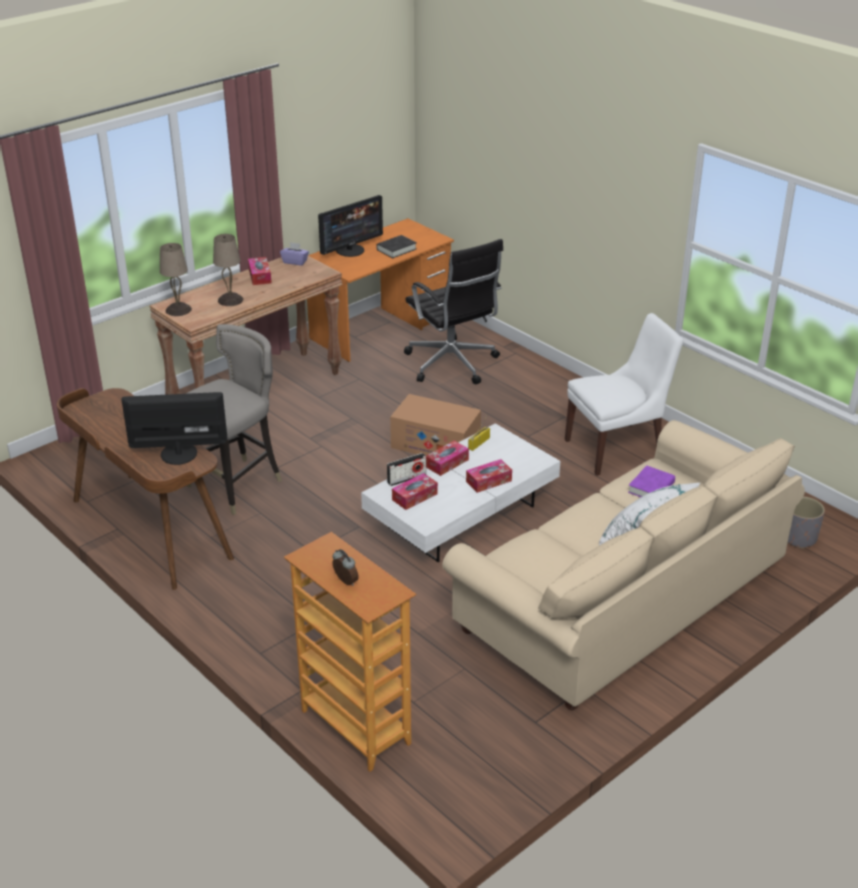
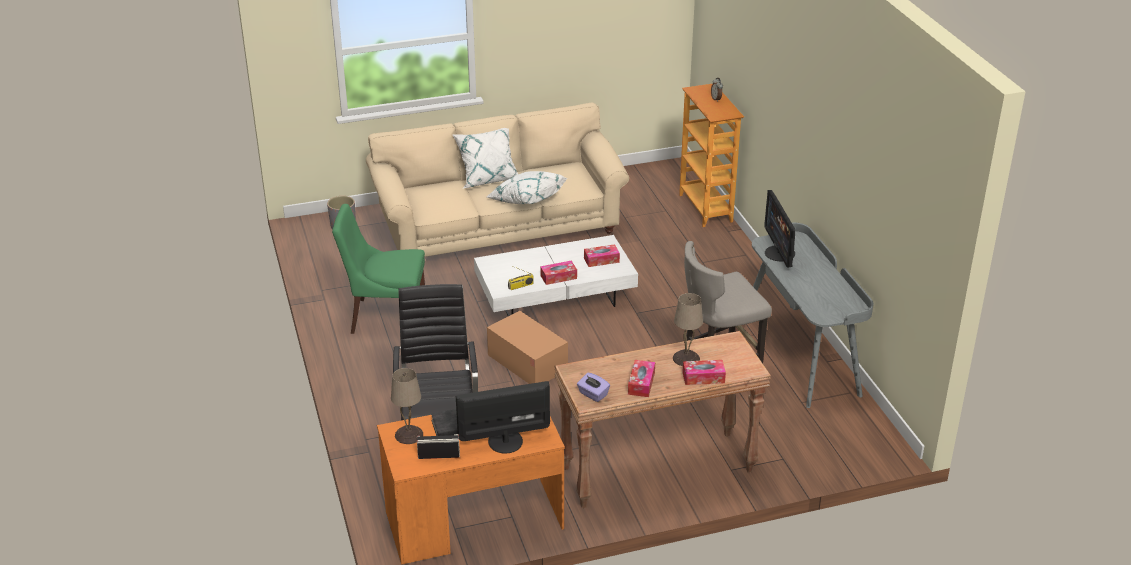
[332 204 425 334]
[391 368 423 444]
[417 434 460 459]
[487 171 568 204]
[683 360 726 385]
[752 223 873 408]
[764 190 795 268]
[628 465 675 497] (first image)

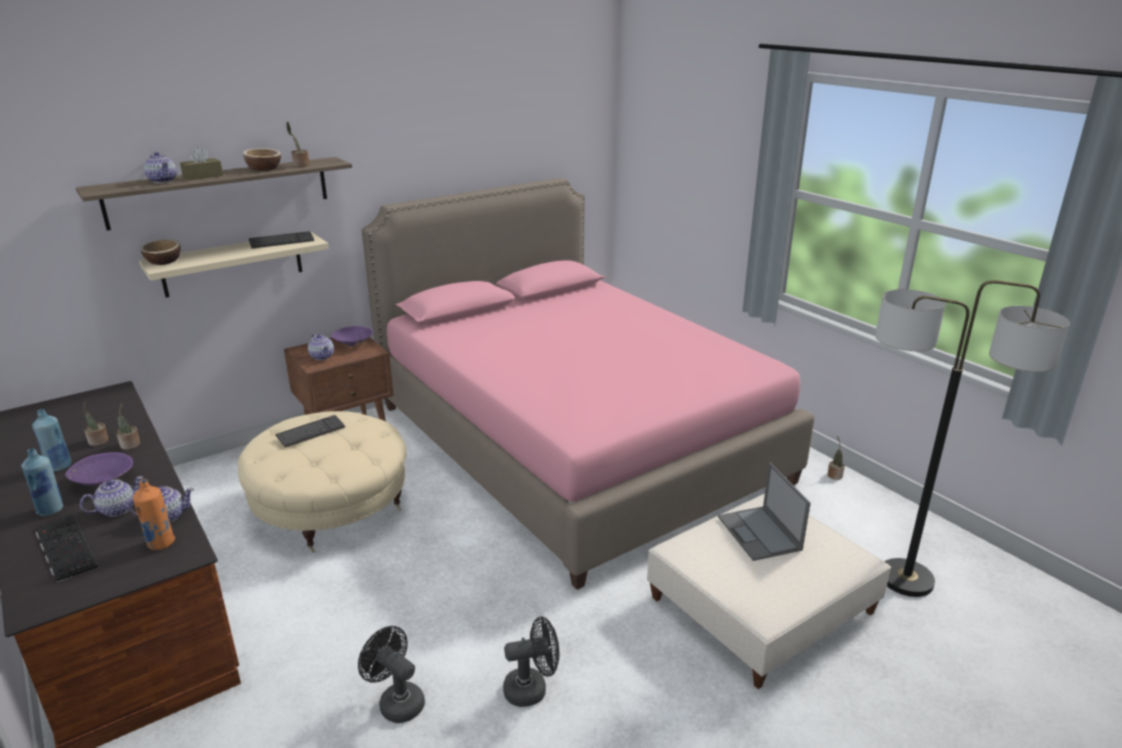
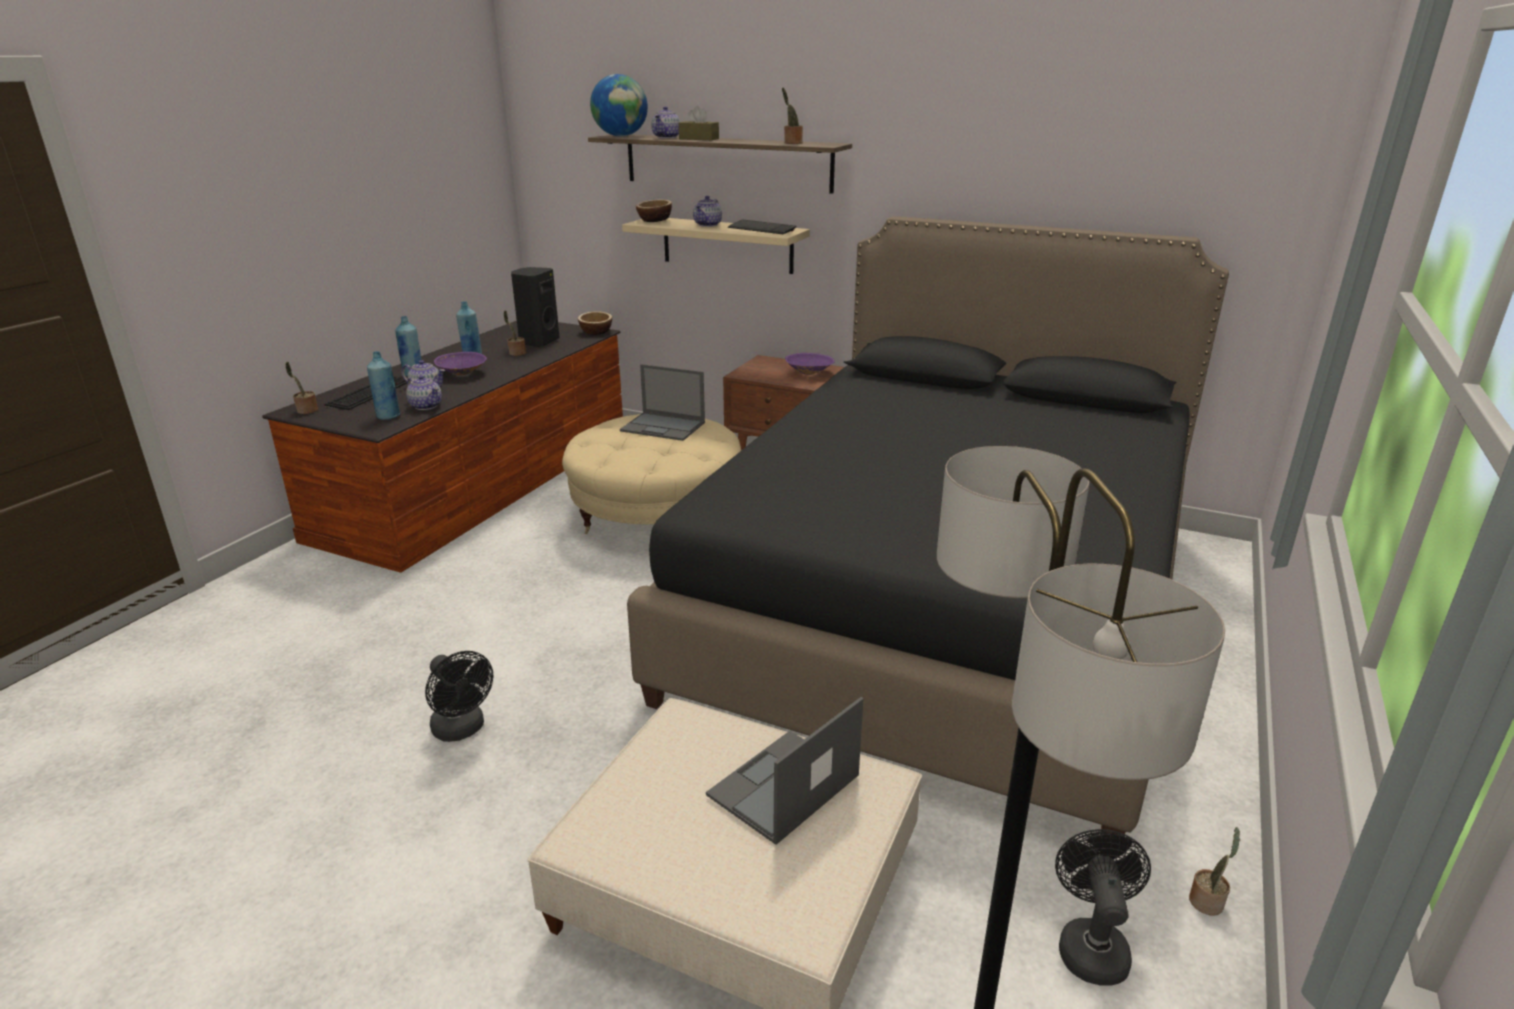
[285 362 318 414]
[367 351 400 420]
[511 267 560 347]
[578 311 612 335]
[590 74 648 136]
[620 364 705 441]
[627 216 1229 834]
[693 196 722 227]
[1055 829 1151 986]

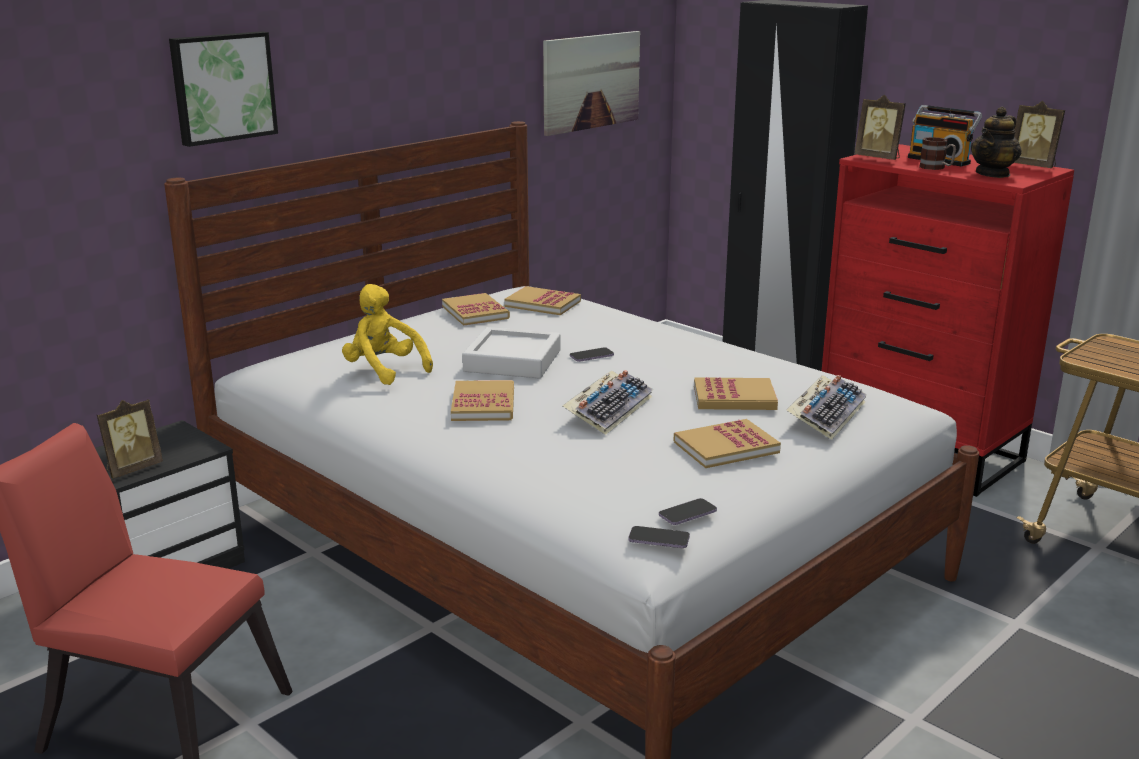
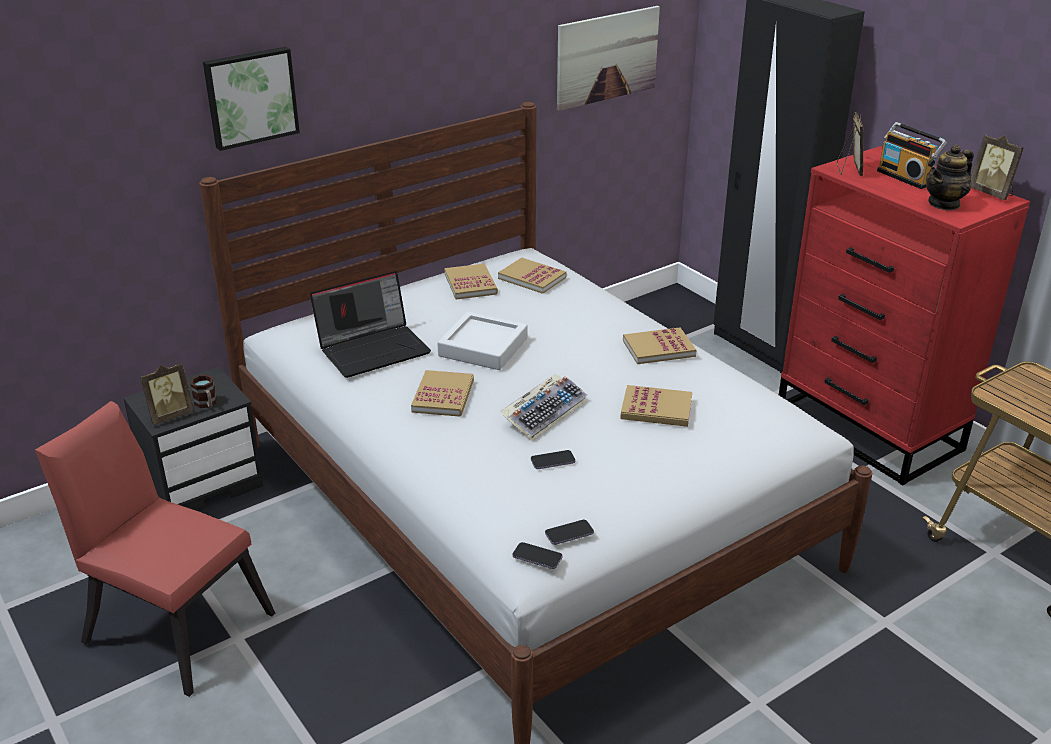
[190 375 217 408]
[310 271 431 378]
[531 450 576 469]
[623 327 696 364]
[837 112 863 176]
[786 375 867 440] (first image)

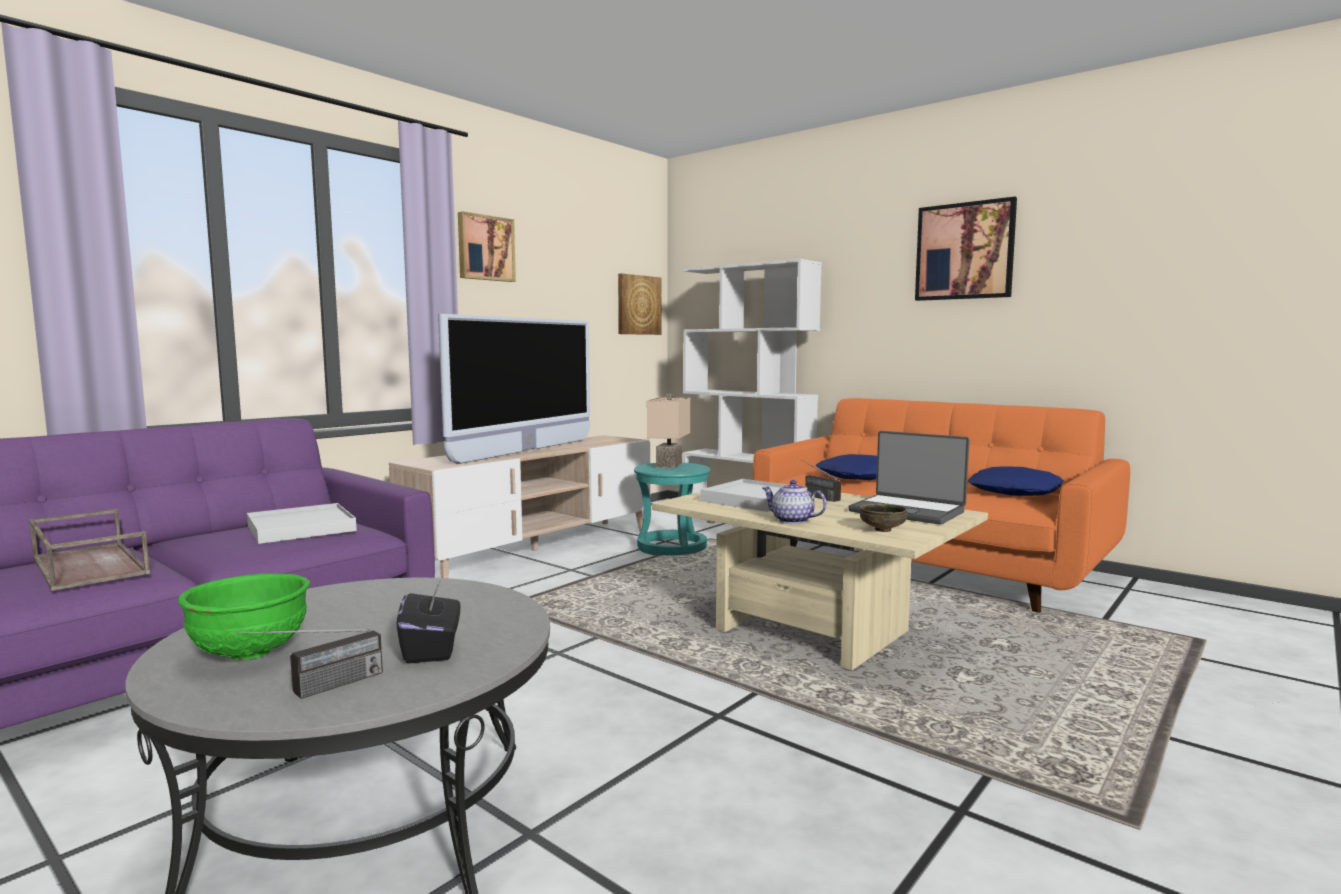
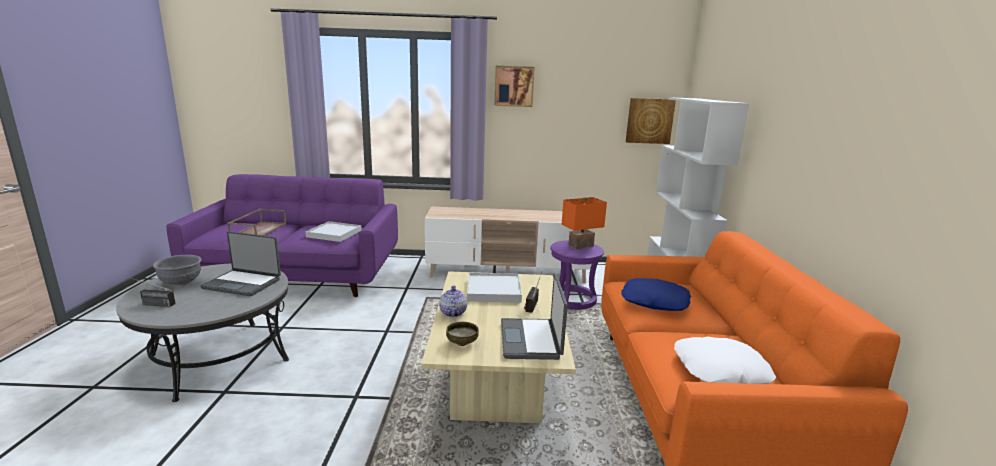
[153 255 202 286]
[200 231 281 296]
[550 240 604 310]
[562 197 607 249]
[674 337 776 384]
[397 580 460 664] (first image)
[438 314 590 464] (first image)
[915 197 1017 301] (first image)

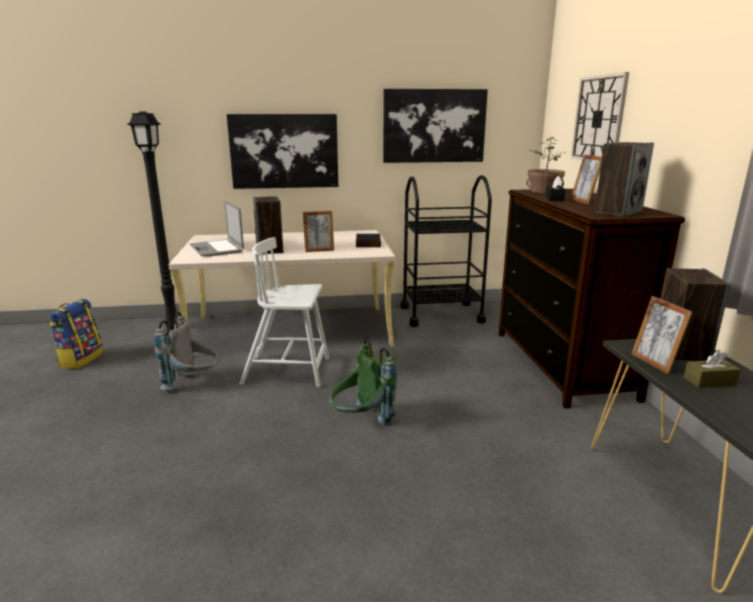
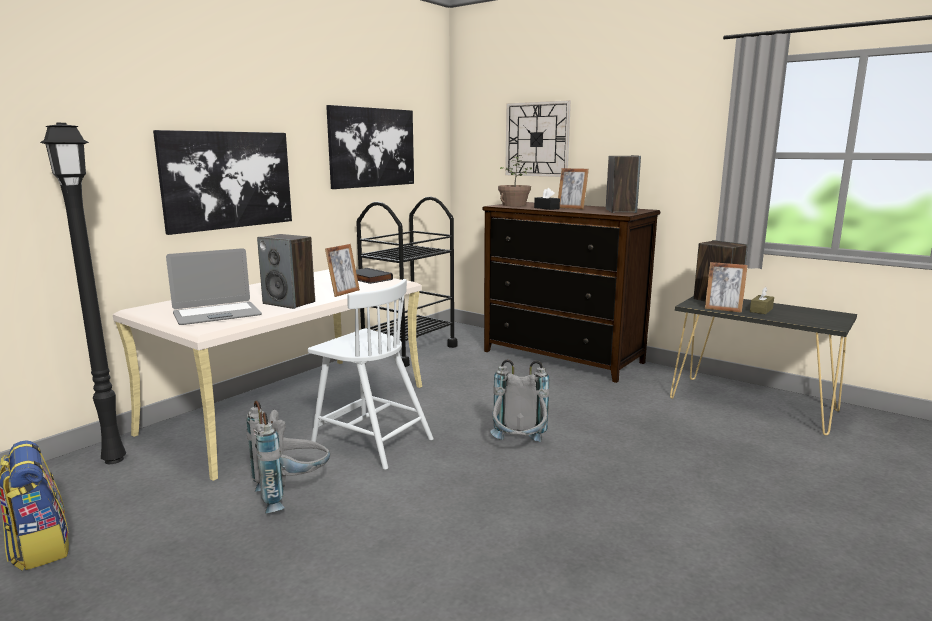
[166 248 262 325]
[308 279 434 470]
[490 359 549 442]

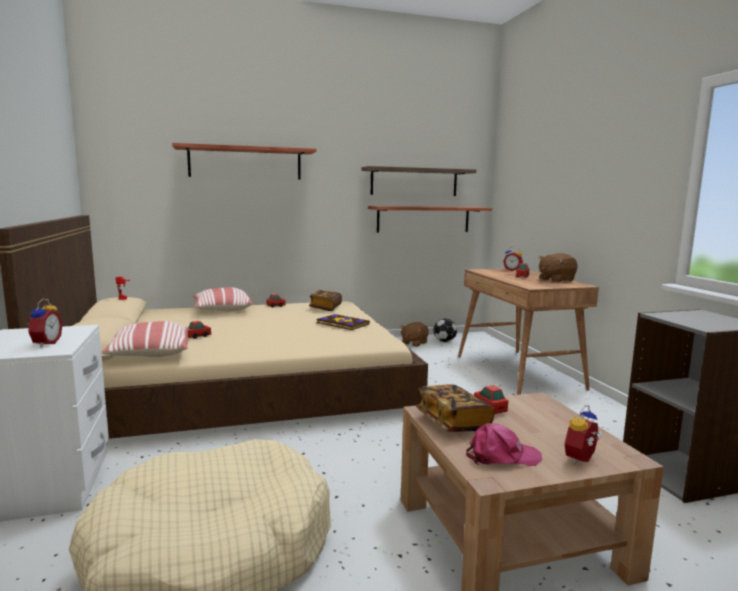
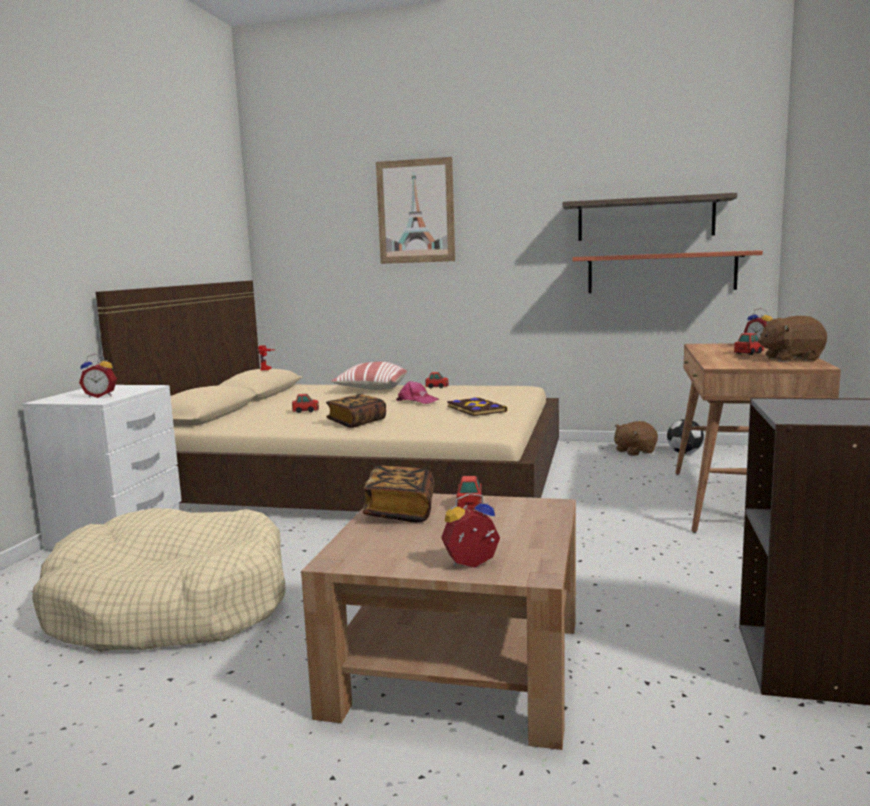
[79 354 117 398]
[326 394 386 428]
[376 157 455 264]
[396 381 439 404]
[101 321 188 357] (first image)

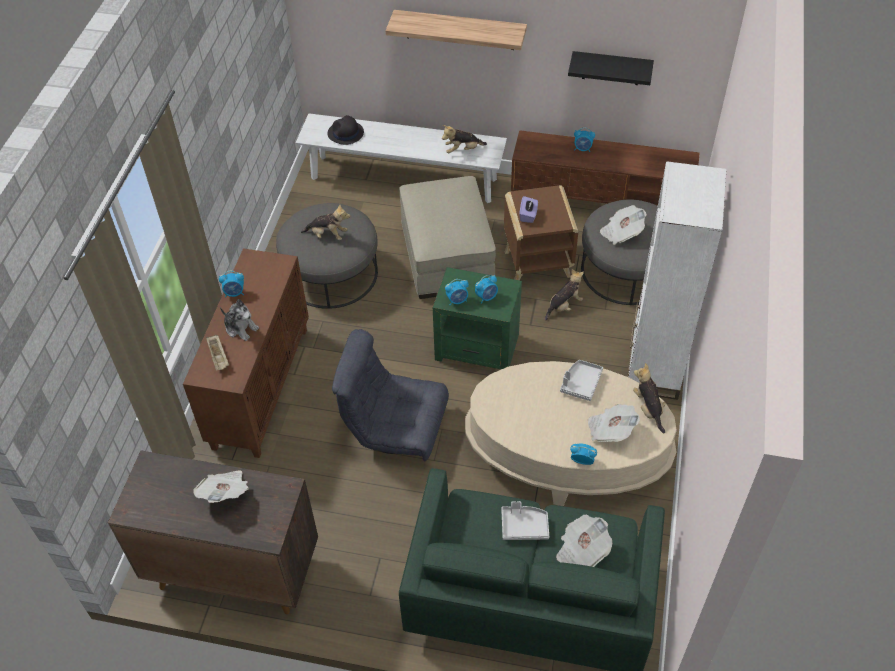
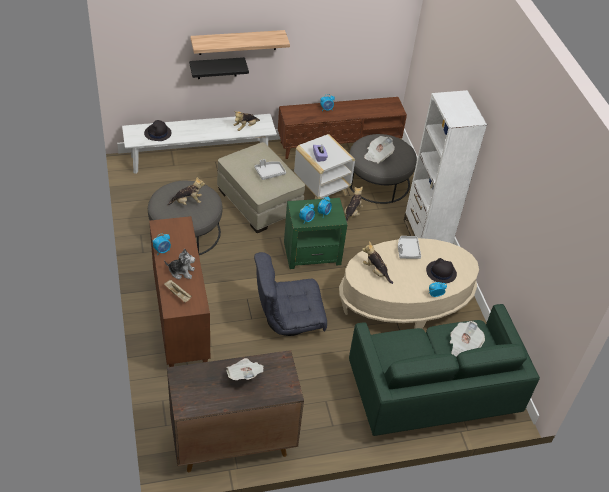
[189 57 249 79]
[255 159 286 180]
[294 134 355 199]
[362 241 393 284]
[426 258 457 283]

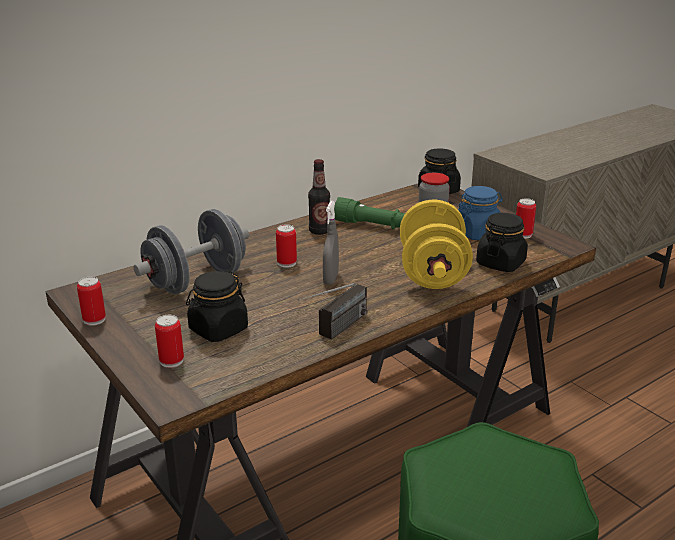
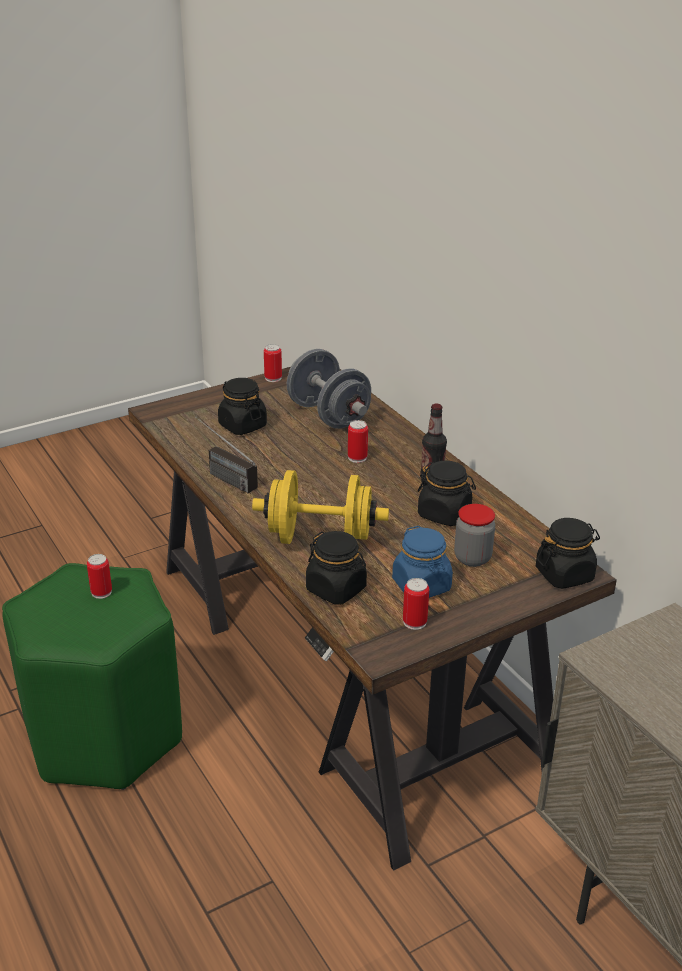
[87 554 112 599]
[418 460 476 526]
[323 201 339 285] (first image)

